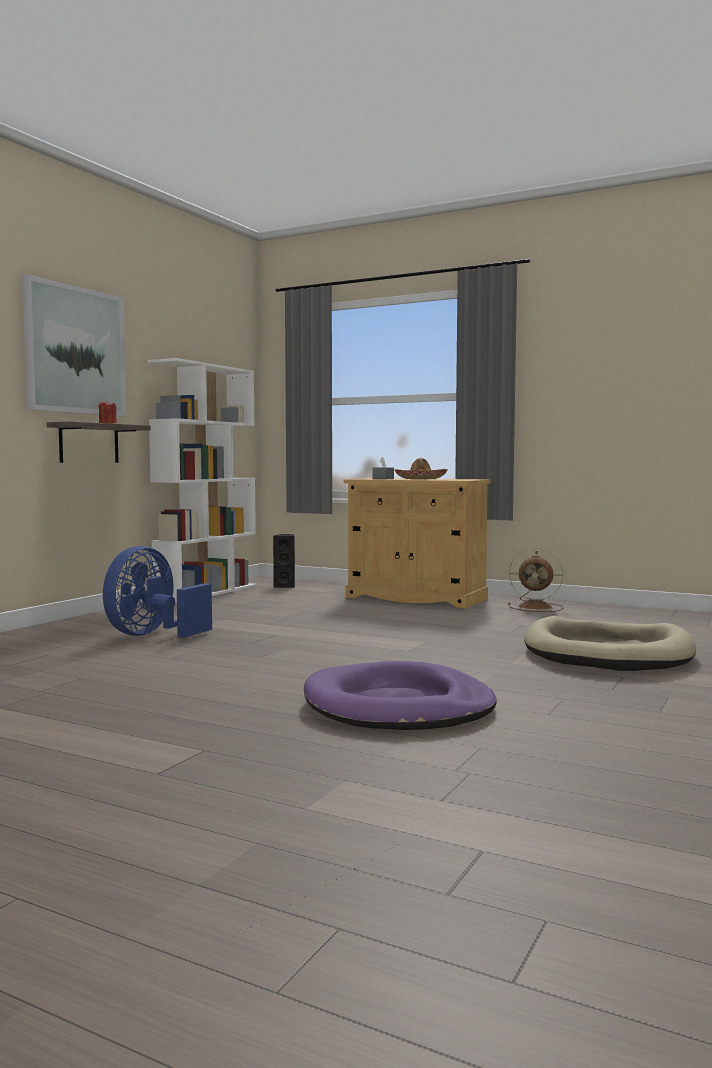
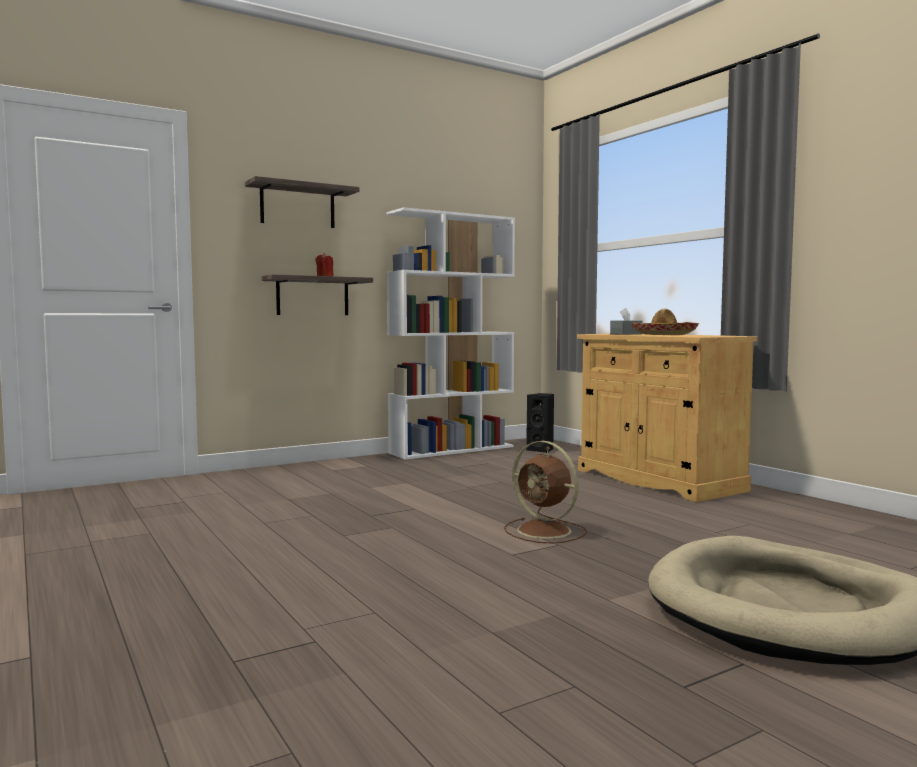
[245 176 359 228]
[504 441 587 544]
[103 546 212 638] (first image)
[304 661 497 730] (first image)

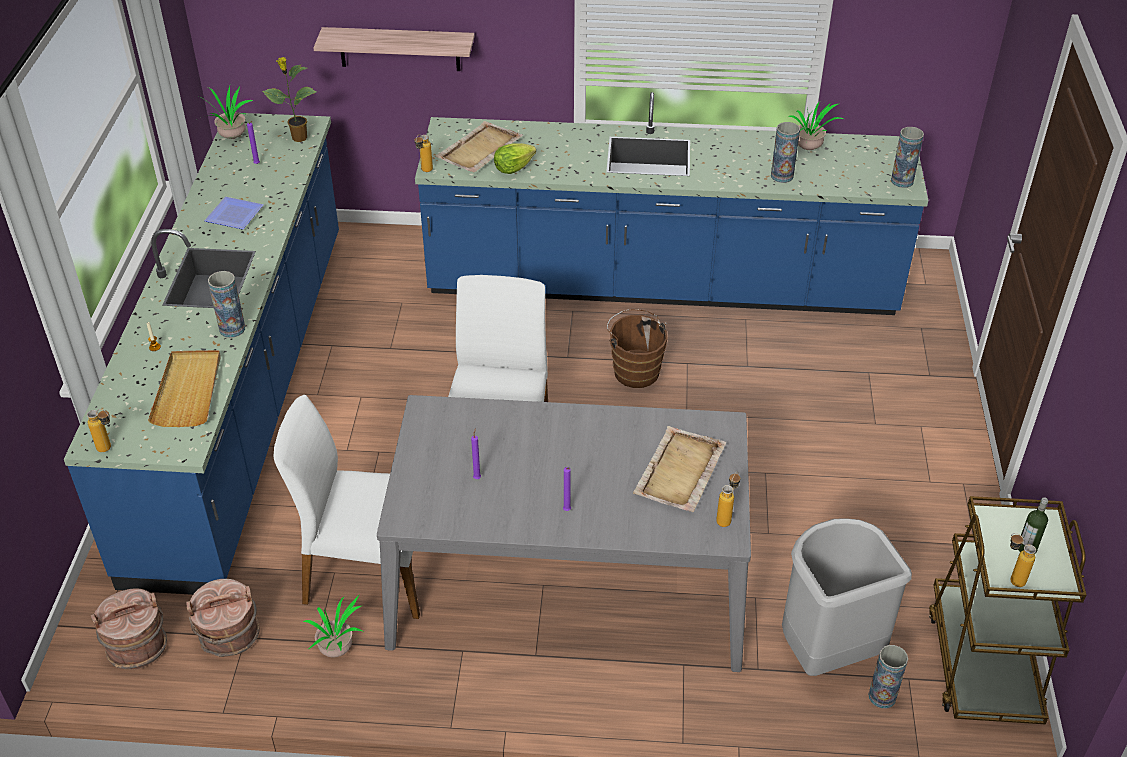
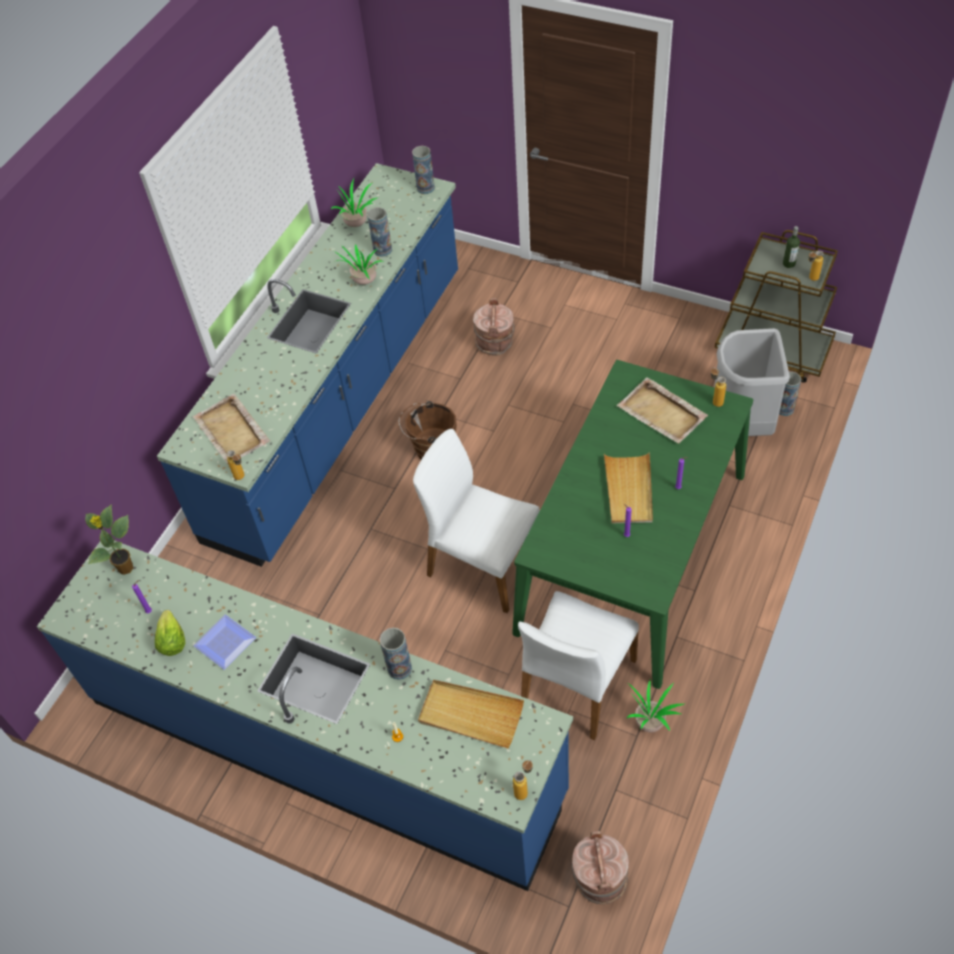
[155 610 185 656]
[334 244 384 285]
[473 298 515 356]
[512 360 753 689]
[604 452 653 524]
[313 27 475 71] (first image)

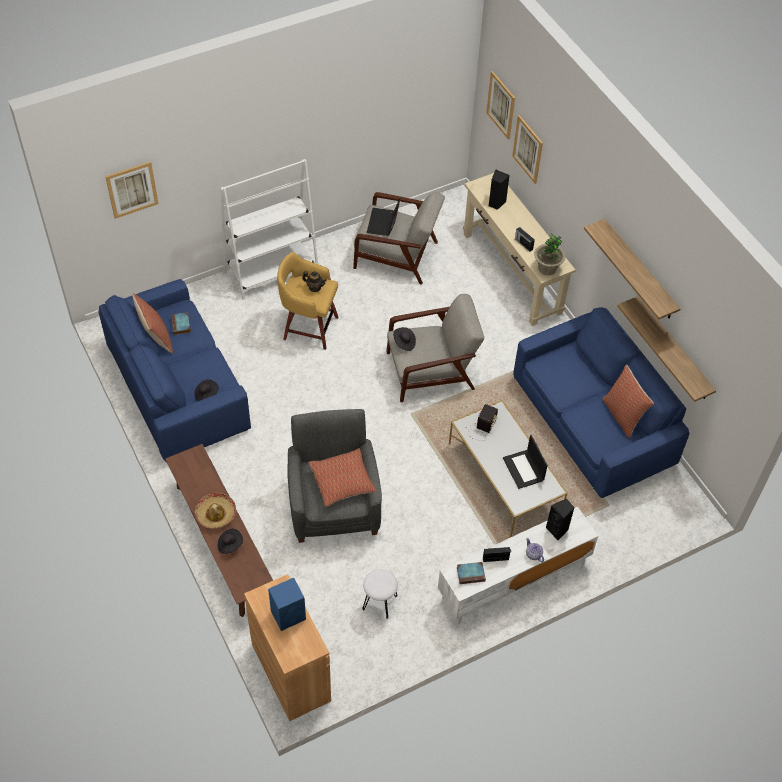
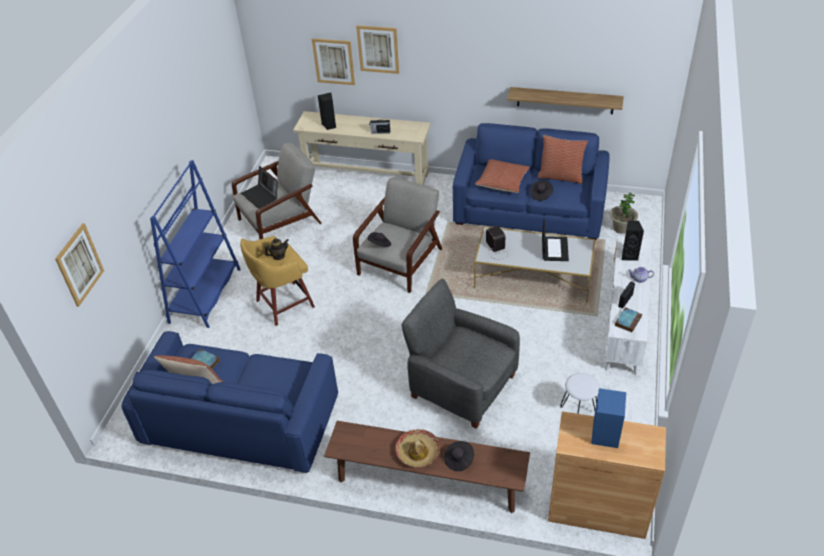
[150 160 241 328]
[356 25 399 74]
[475 159 530 193]
[530 180 553 201]
[542 219 569 261]
[609 193 638 234]
[584 219 681 320] (first image)

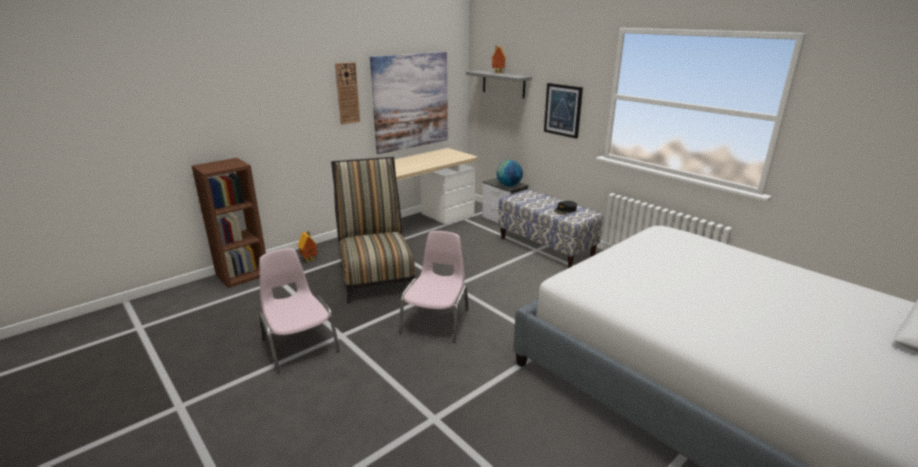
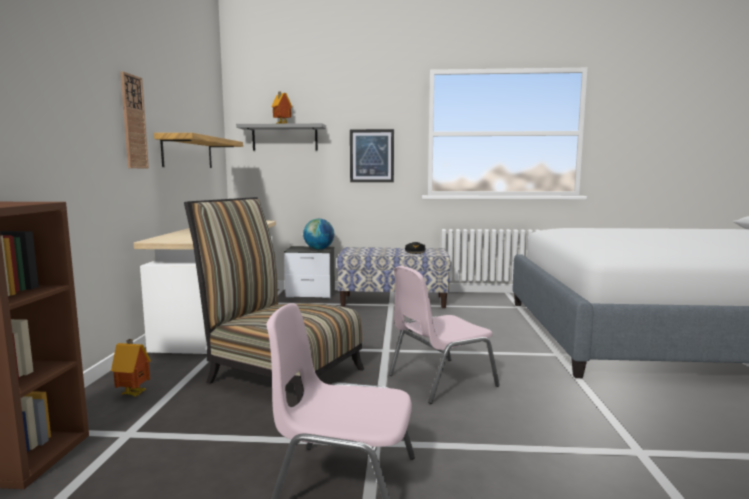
[154 133 243 168]
[389 266 500 404]

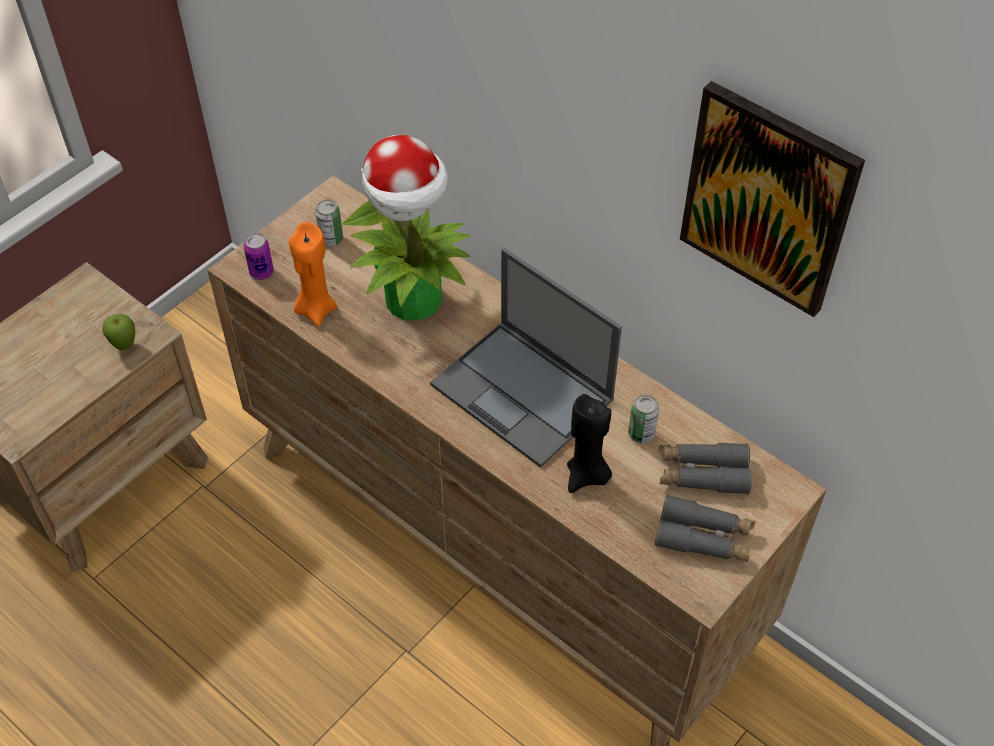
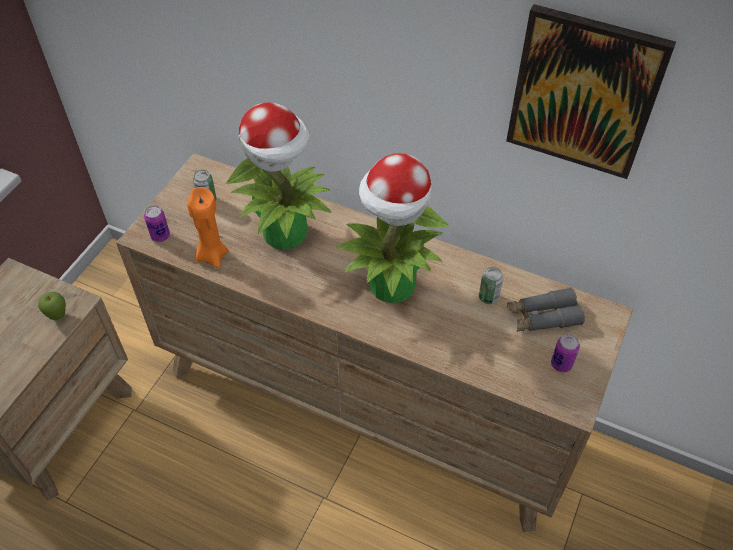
[337 153 449 303]
[551 334 580 372]
[567 394 612 493] (first image)

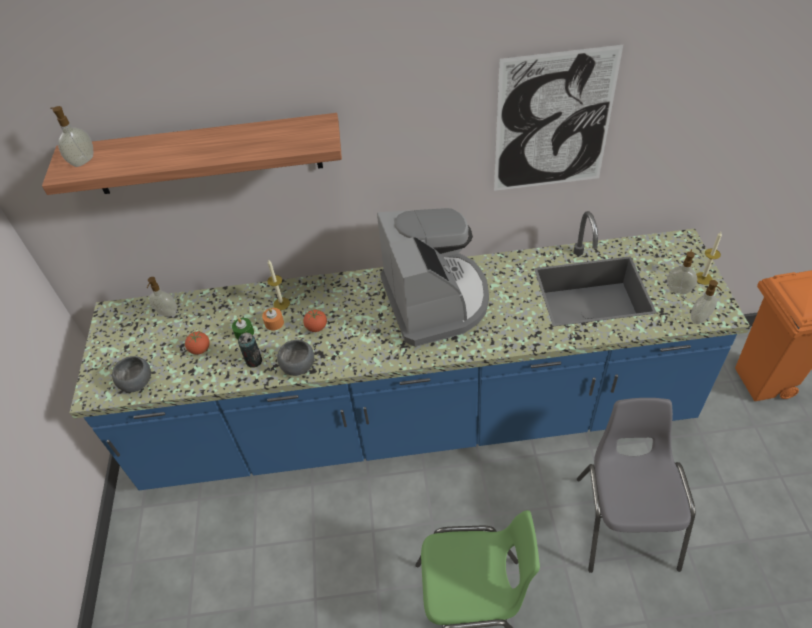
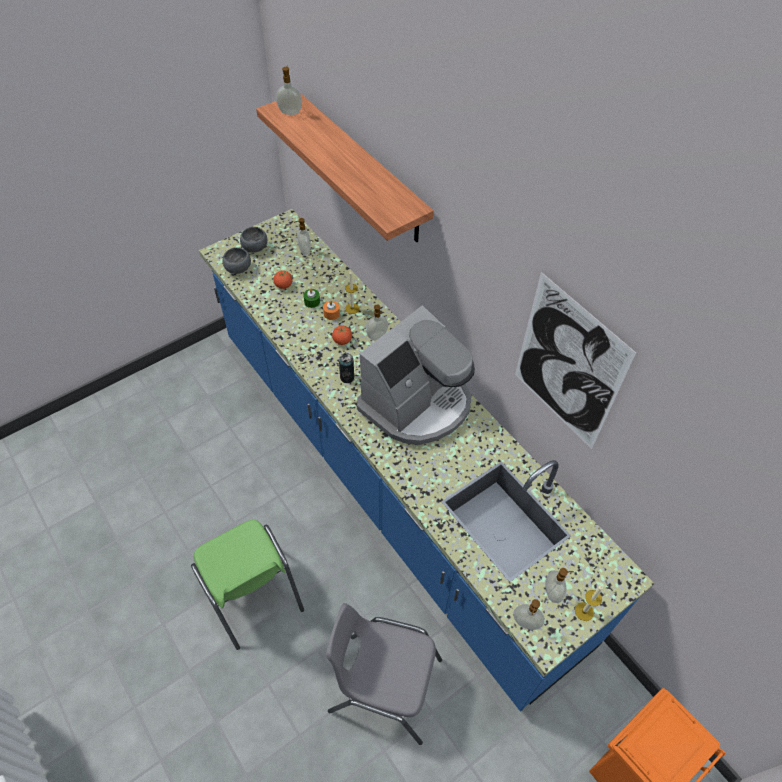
[240 227 267 253]
[326 603 442 745]
[339 353 354 383]
[366 305 388 340]

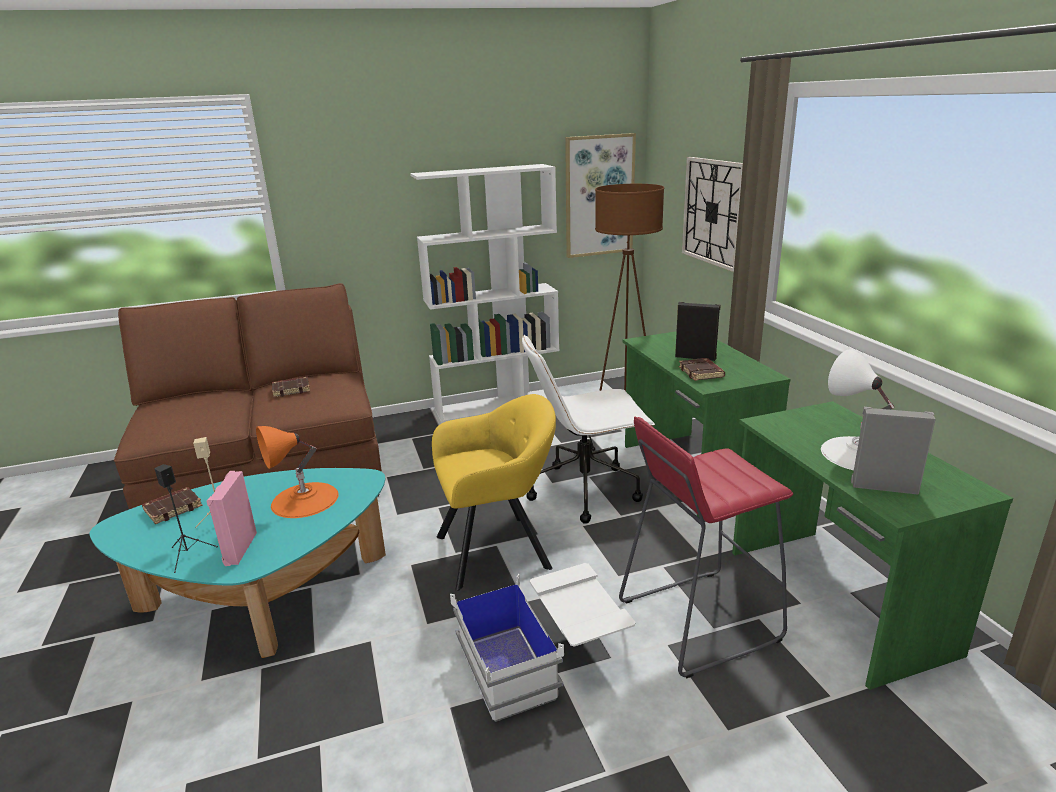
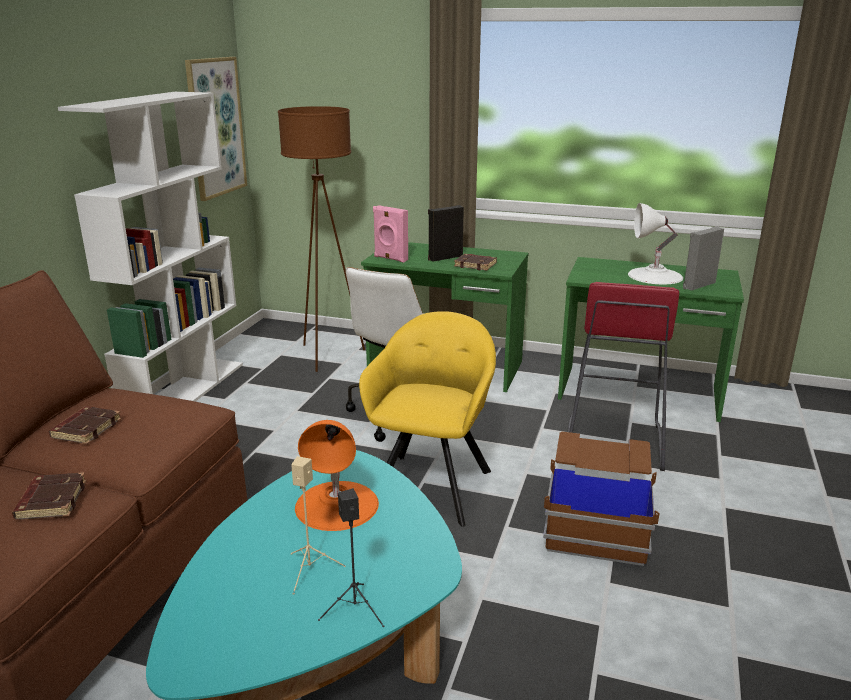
[12 472 87 520]
[373 205 408 263]
[543 432 660 566]
[682 157 743 272] (first image)

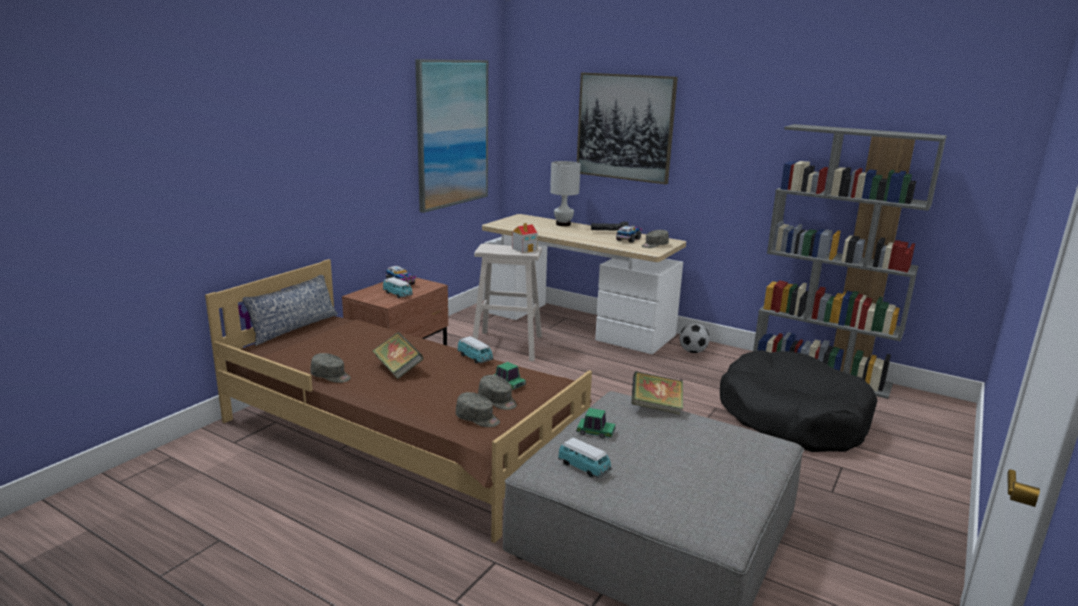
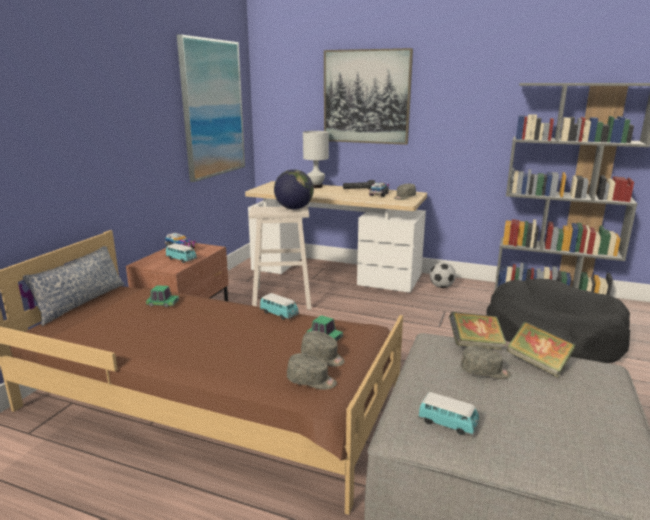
[146 285 179 307]
[274 169 314 210]
[461 346 511 379]
[507 321 576 377]

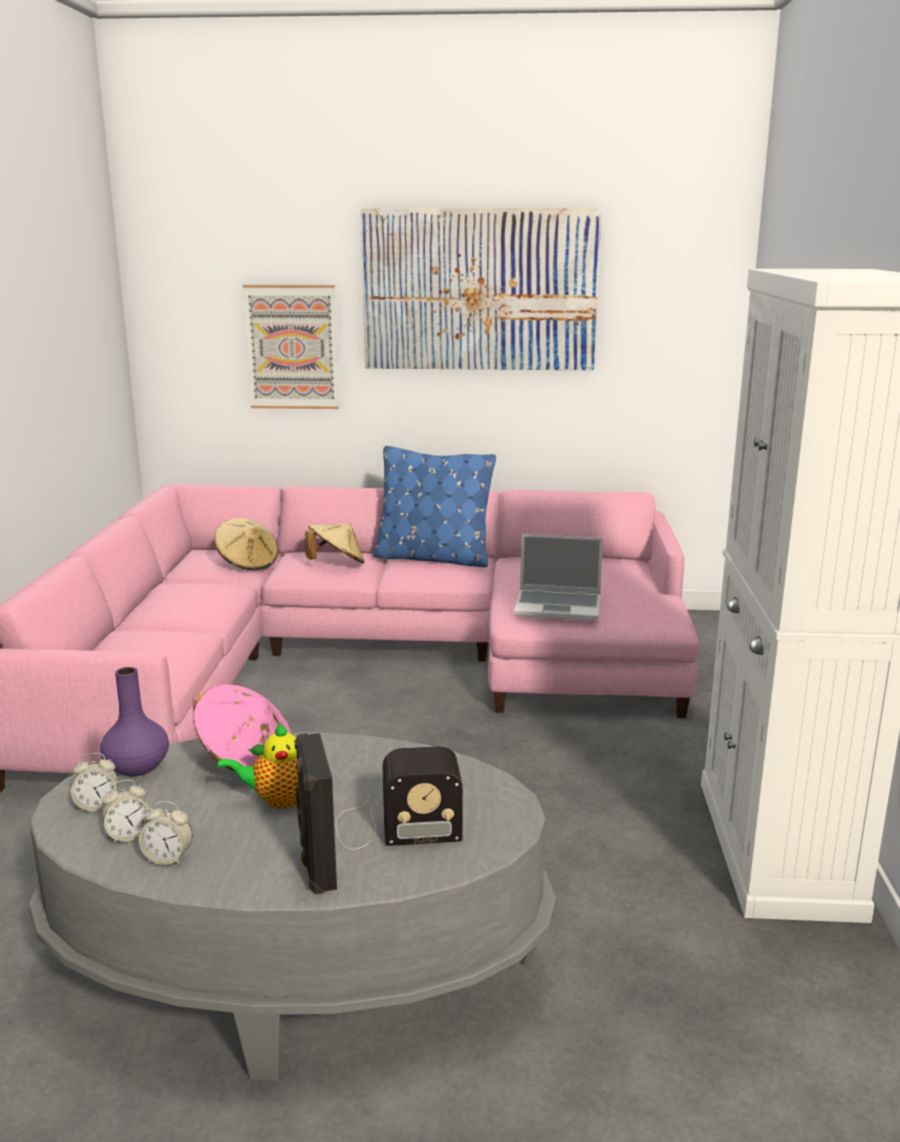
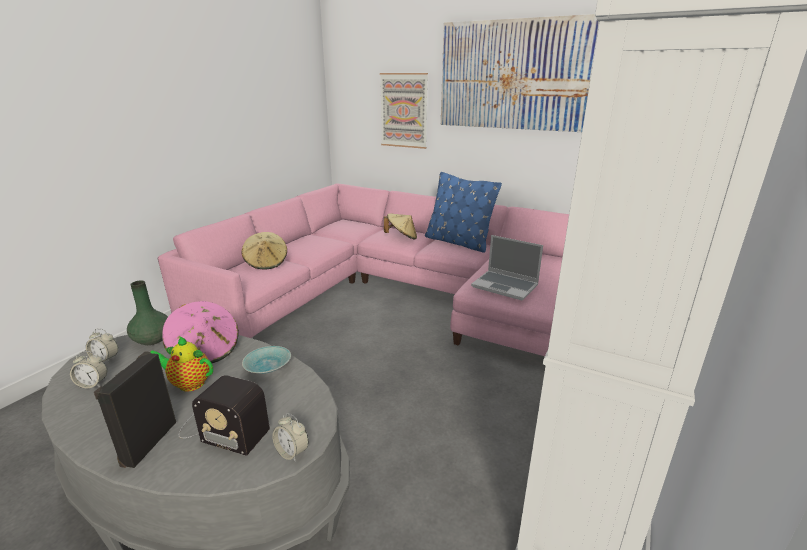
[127 280 168 345]
[241 232 287 269]
[242 346 291 374]
[272 413 309 462]

